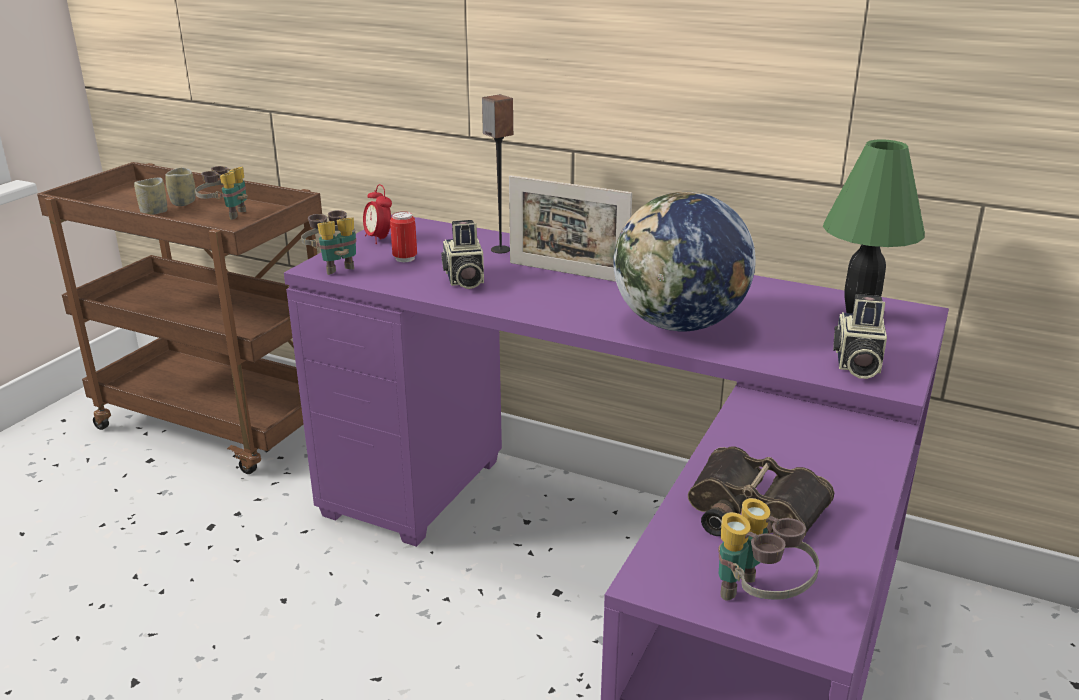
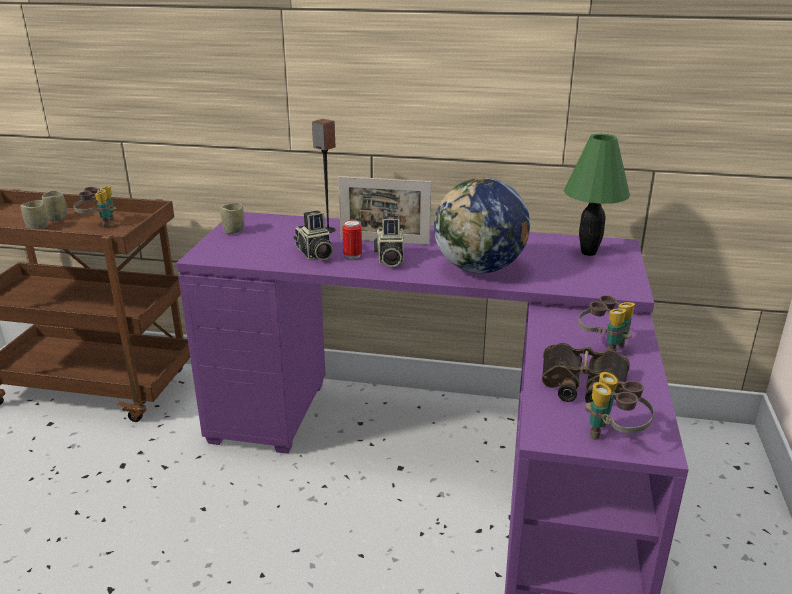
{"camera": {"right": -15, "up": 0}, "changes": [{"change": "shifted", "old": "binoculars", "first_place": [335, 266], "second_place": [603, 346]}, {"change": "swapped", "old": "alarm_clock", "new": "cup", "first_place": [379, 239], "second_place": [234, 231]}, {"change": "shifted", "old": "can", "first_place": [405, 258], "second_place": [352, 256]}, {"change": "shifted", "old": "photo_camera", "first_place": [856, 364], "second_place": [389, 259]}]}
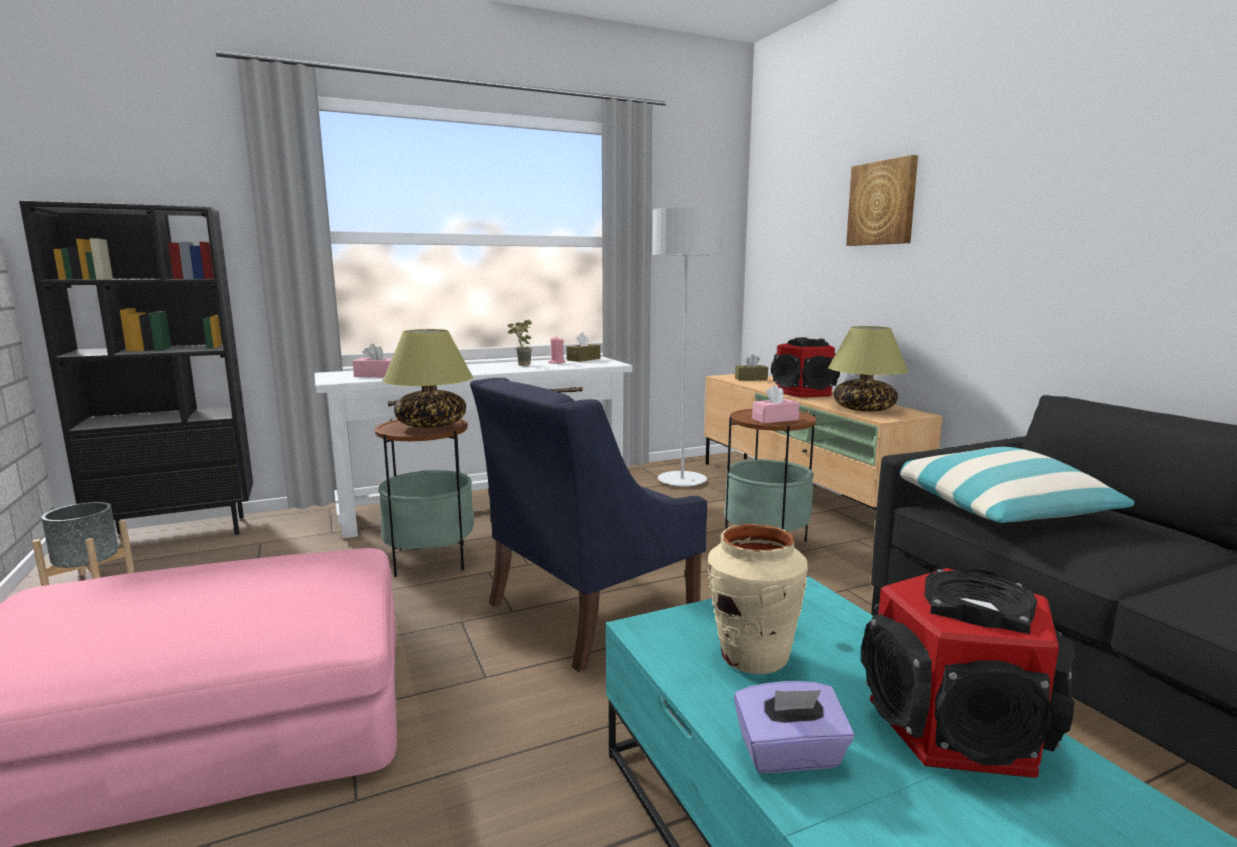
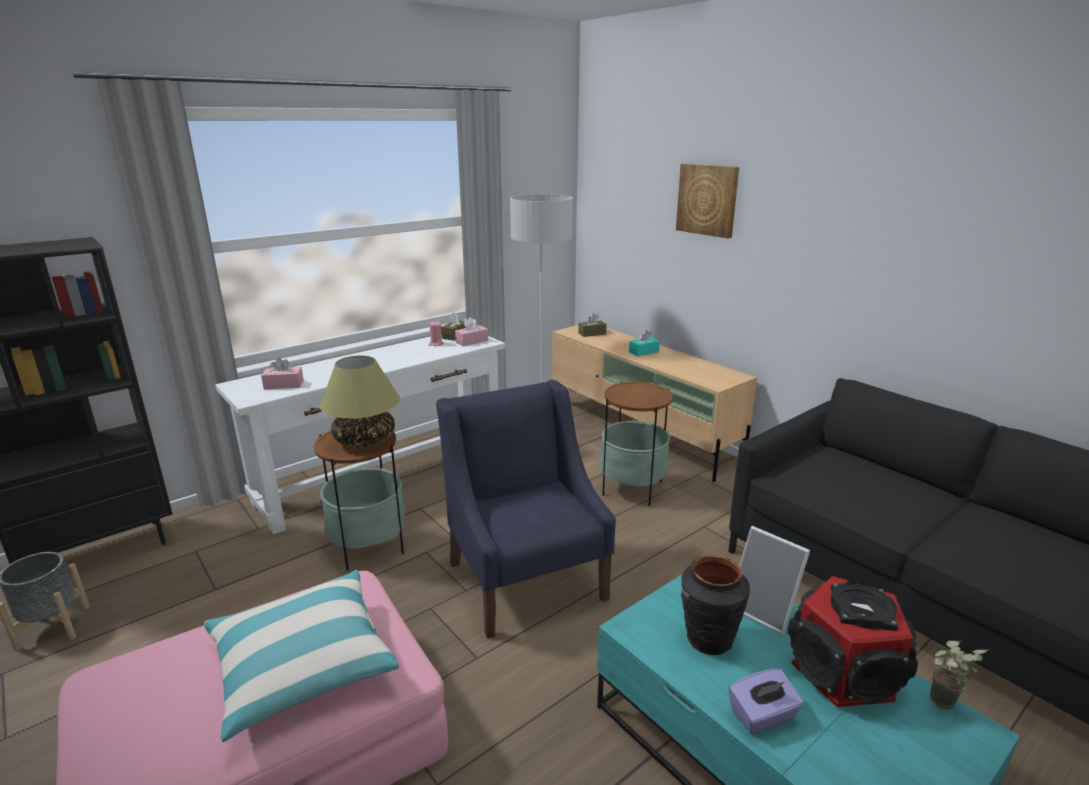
{"camera": {"right": -15, "up": 10}, "changes": [{"change": "rotated", "old": "blue_armchair", "first_place": [589, 610], "second_place": [526, 579], "degrees": 120}, {"change": "shifted", "old": "potted_plant", "first_place": [520, 365], "second_place": [940, 706]}, {"change": "repainted", "old": "beige_vase", "new": "black_vase", "first_place": [752, 656], "second_place": [708, 639]}, {"change": "shifted", "old": "pink_tissue_box", "first_place": [775, 419], "second_place": [472, 341]}, {"change": "swapped", "old": "speaker", "new": "turquoise_tissue_box", "first_place": [804, 392], "second_place": [644, 352]}, {"change": "gone", "old": "table_lamp", "first_place": [864, 409]}, {"change": "shifted", "old": "pillow", "first_place": [997, 508], "second_place": [303, 663]}, {"change": "new", "new": "picture_frame", "second_place": [764, 610]}]}
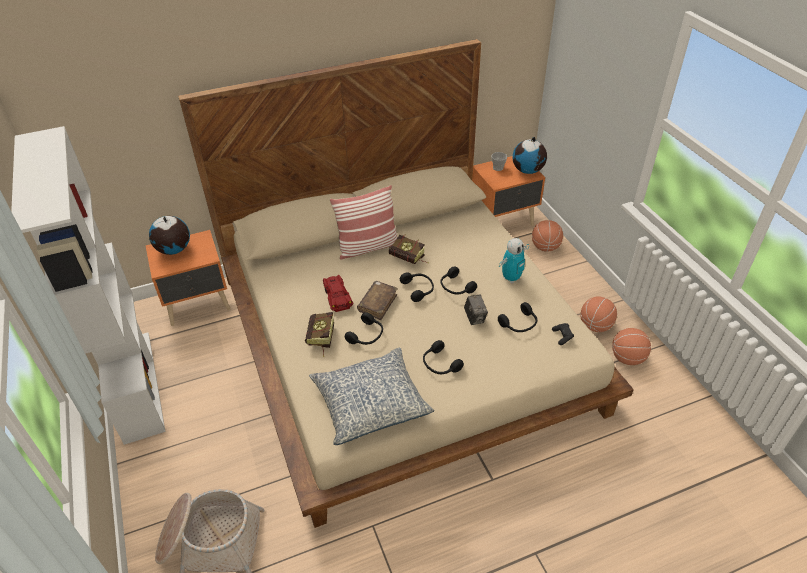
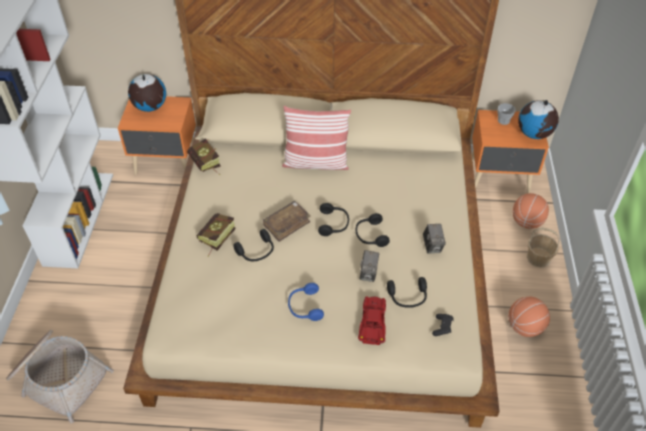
{"camera": {"right": 25, "up": 5}, "changes": [{"change": "gone", "old": "pillow", "first_place": [371, 403]}, {"change": "shifted", "old": "red_toy_car", "first_place": [337, 296], "second_place": [373, 323]}, {"change": "shifted", "old": "book", "first_place": [410, 259], "second_place": [206, 166]}, {"change": "repainted", "old": "black_headphones", "new": "blue_headphones", "first_place": [440, 364], "second_place": [304, 307]}, {"change": "swapped", "old": "toy_robot", "new": "photo_camera", "first_place": [511, 278], "second_place": [432, 246]}, {"change": "gone", "old": "basketball", "first_place": [627, 358]}, {"change": "new", "new": "basket", "second_place": [539, 258]}]}
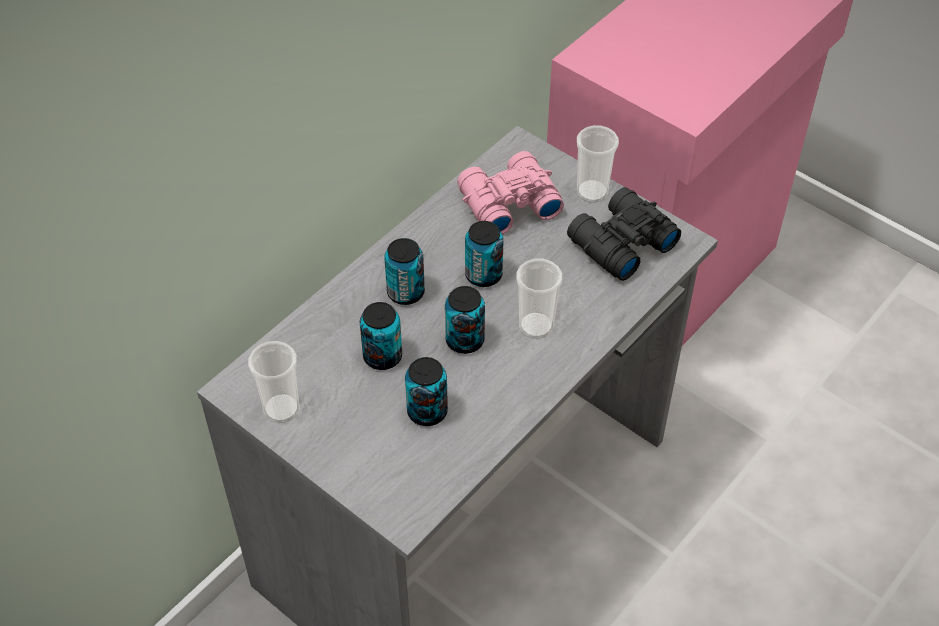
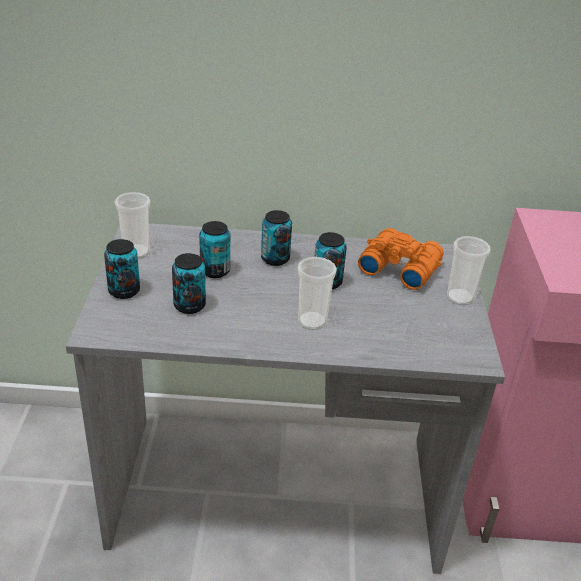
{"camera": {"right": 50, "up": -15}, "changes": [{"change": "shifted", "old": "can", "first_place": [465, 340], "second_place": [124, 291]}, {"change": "repainted", "old": "pink_binoculars", "new": "orange_binoculars", "first_place": [506, 203], "second_place": [398, 267]}, {"change": "gone", "old": "black_binoculars", "first_place": [619, 243]}]}
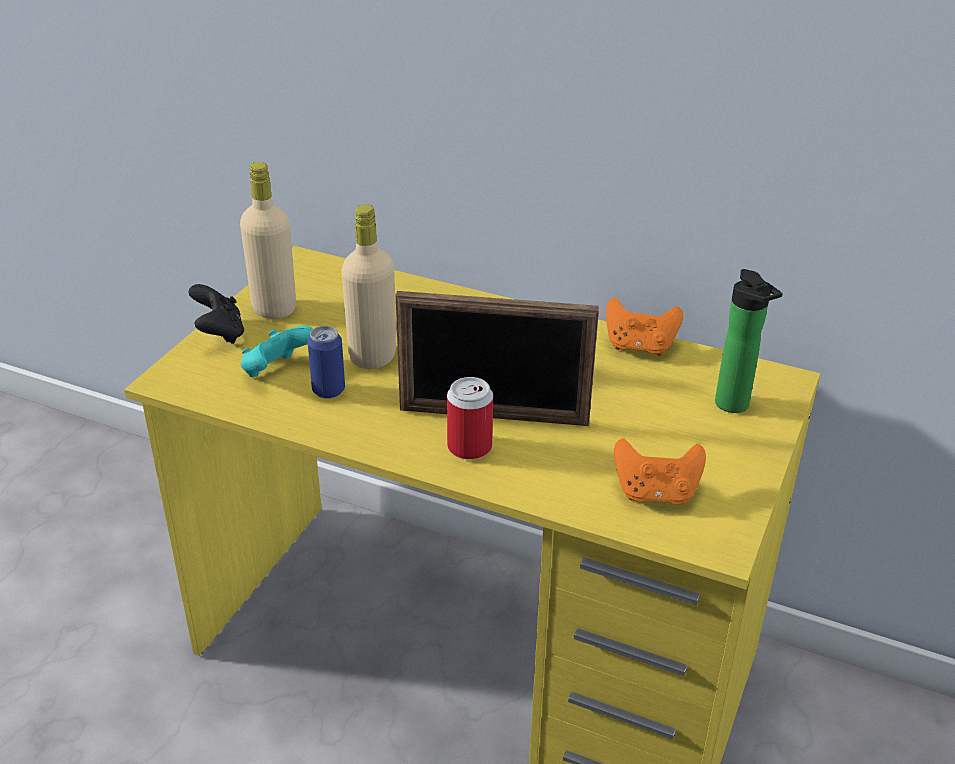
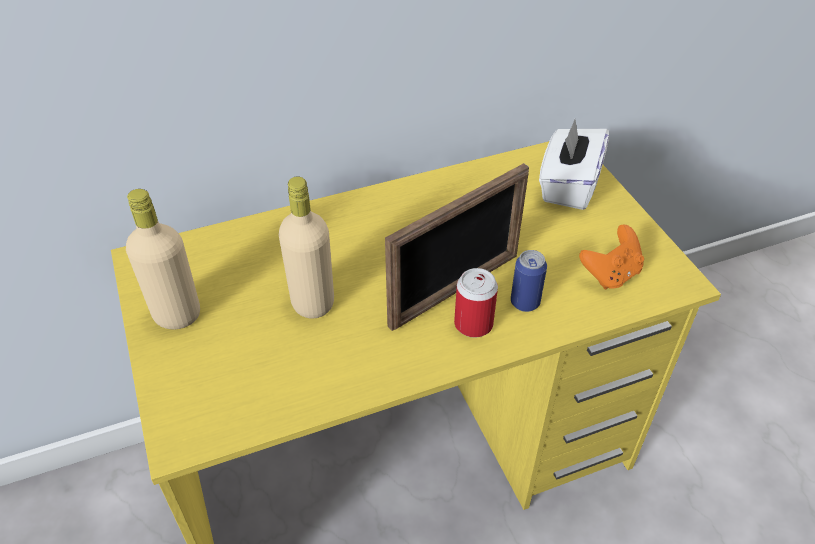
{"camera": {"right": -45, "up": 10}, "changes": [{"change": "gone", "old": "black_game_controller", "first_place": [219, 334]}, {"change": "gone", "old": "turquoise_game_controller", "first_place": [276, 371]}, {"change": "shifted", "old": "can", "first_place": [328, 390], "second_place": [525, 302]}, {"change": "gone", "old": "orange_game_controller", "first_place": [639, 346]}, {"change": "swapped", "old": "bottle", "new": "white_tissue_box", "first_place": [735, 406], "second_place": [568, 185]}]}
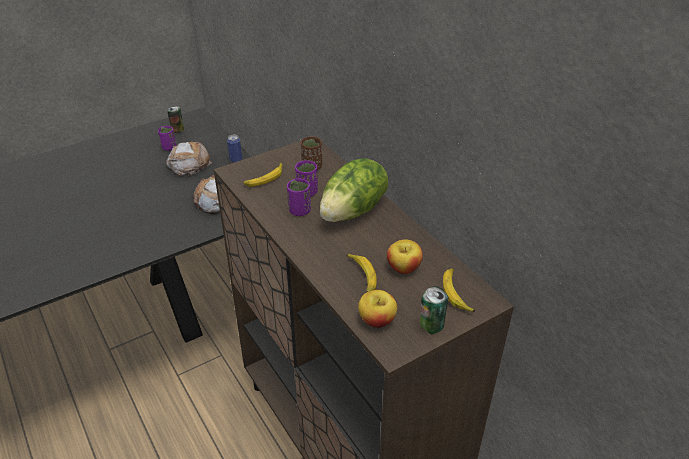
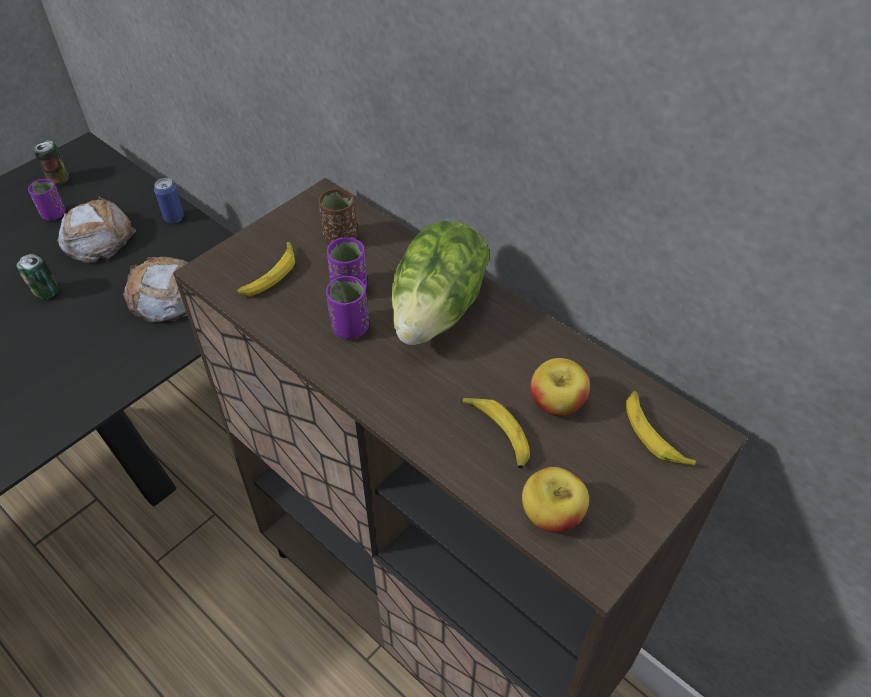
{"camera": {"right": -15, "up": 10}, "changes": [{"change": "shifted", "old": "can", "first_place": [431, 326], "second_place": [46, 293]}]}
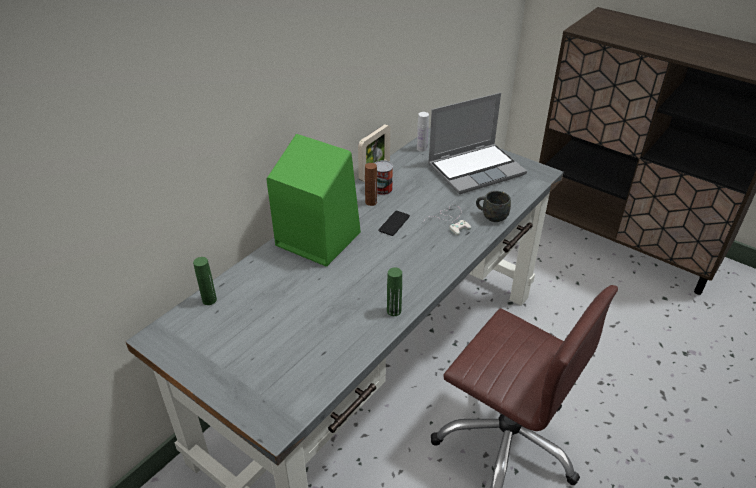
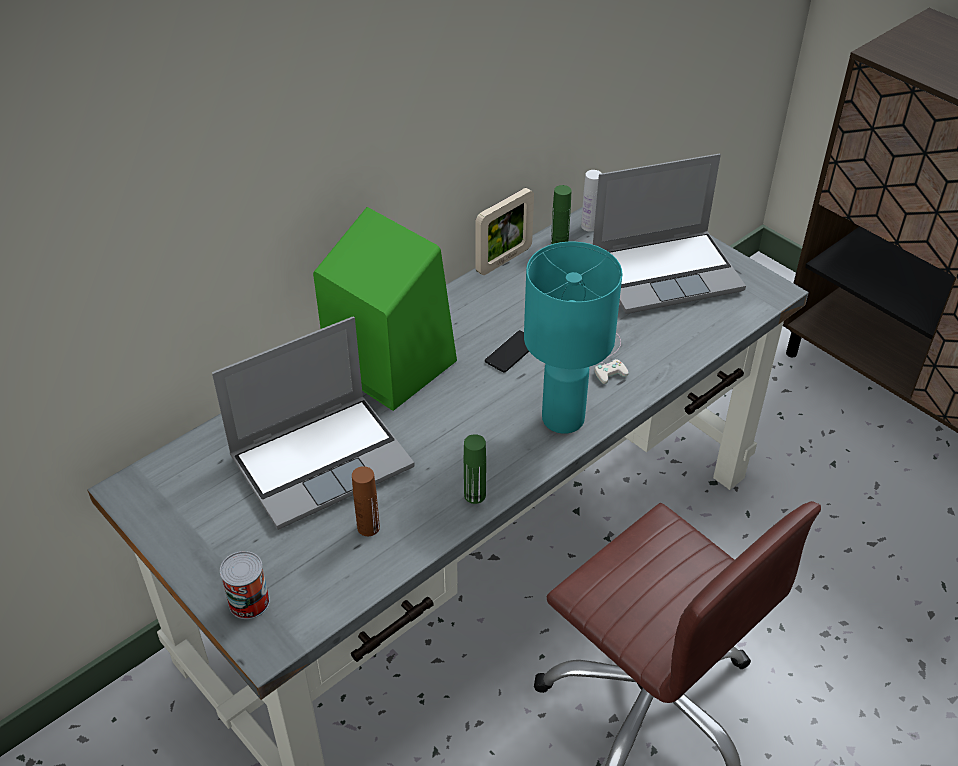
{"camera": {"right": 10, "up": 5}, "changes": [{"change": "shifted", "old": "green_bottle", "first_place": [209, 300], "second_place": [559, 242]}, {"change": "shifted", "old": "brown_bottle", "first_place": [371, 202], "second_place": [368, 527]}, {"change": "shifted", "old": "can", "first_place": [382, 189], "second_place": [249, 602]}, {"change": "gone", "old": "grey_mug", "first_place": [491, 216]}, {"change": "new", "new": "laptop", "second_place": [322, 460]}, {"change": "new", "new": "turquoise_table_lamp", "second_place": [563, 419]}]}
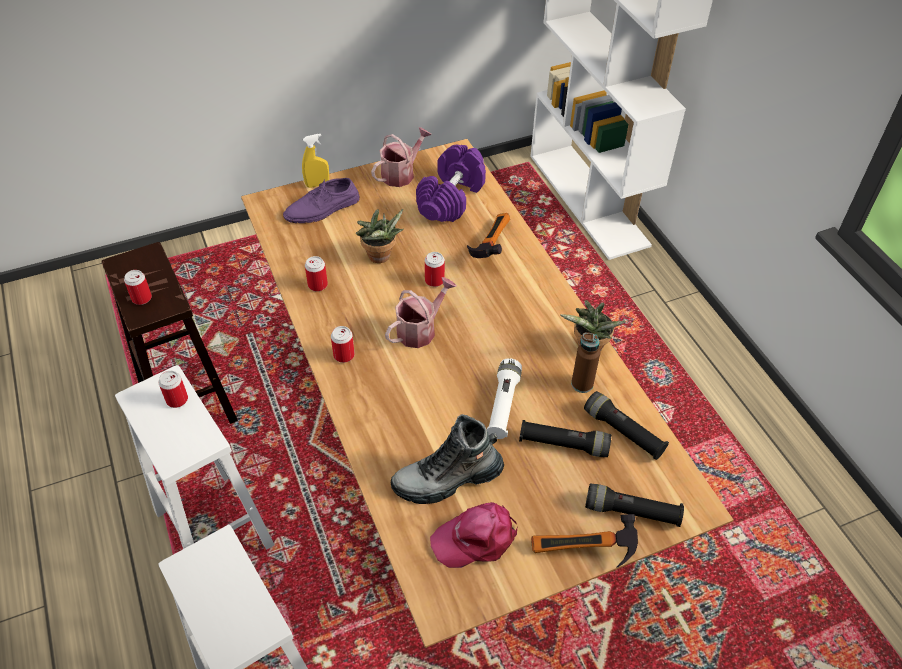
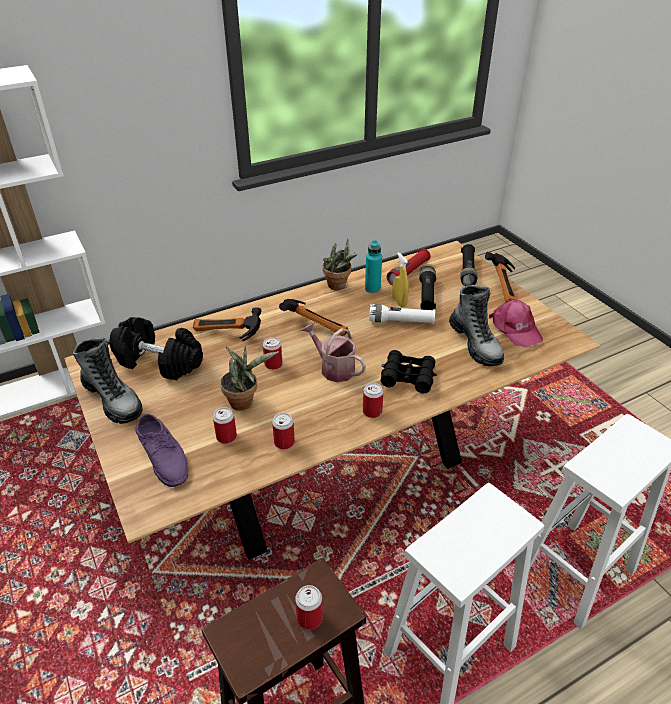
{"camera": {"right": -95, "up": -10}, "changes": [{"change": "shifted", "old": "can", "first_place": [177, 399], "second_place": [226, 437]}, {"change": "shifted", "old": "yellow_spray_bottle", "first_place": [317, 184], "second_place": [399, 302]}, {"change": "swapped", "old": "watering_can", "new": "boot", "first_place": [401, 173], "second_place": [113, 399]}, {"change": "repainted", "old": "purple_dumbbell", "new": "black_dumbbell", "first_place": [451, 198], "second_place": [159, 362]}, {"change": "repainted", "old": "brown_bottle", "new": "turquoise_bottle", "first_place": [582, 384], "second_place": [372, 288]}, {"change": "repainted", "old": "black_flashlight", "new": "red_flashlight", "first_place": [623, 432], "second_place": [408, 273]}, {"change": "new", "new": "hammer", "second_place": [316, 325]}, {"change": "new", "new": "black_binoculars", "second_place": [408, 377]}]}
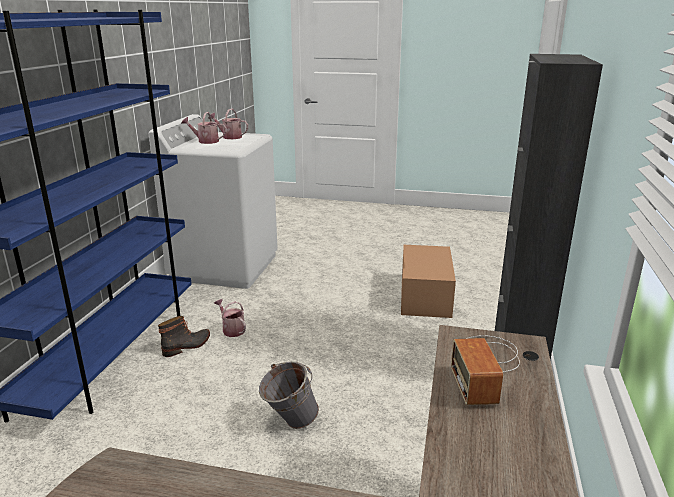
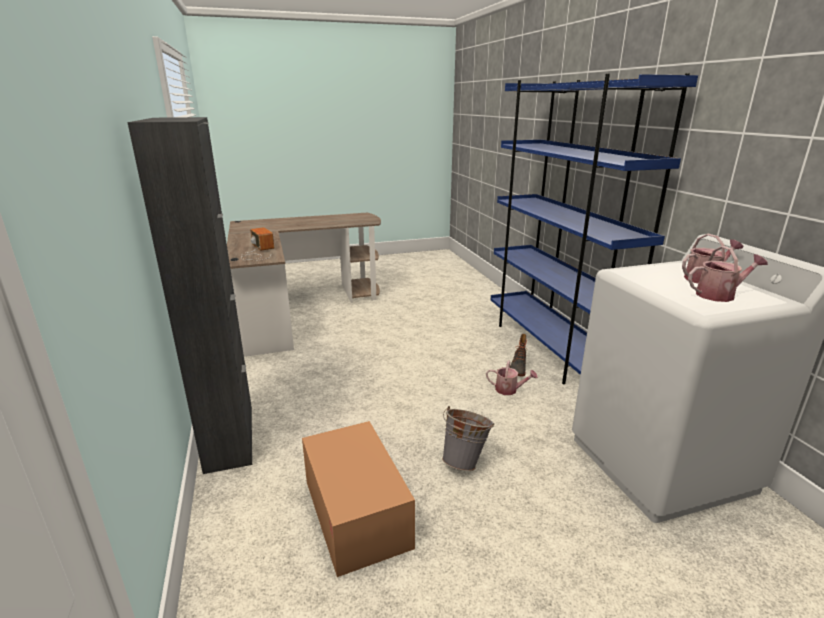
{"camera": {"right": 150, "up": 0}, "changes": [{"change": "shifted", "old": "grey_bucket", "first_place": [289, 423], "second_place": [465, 461]}]}
